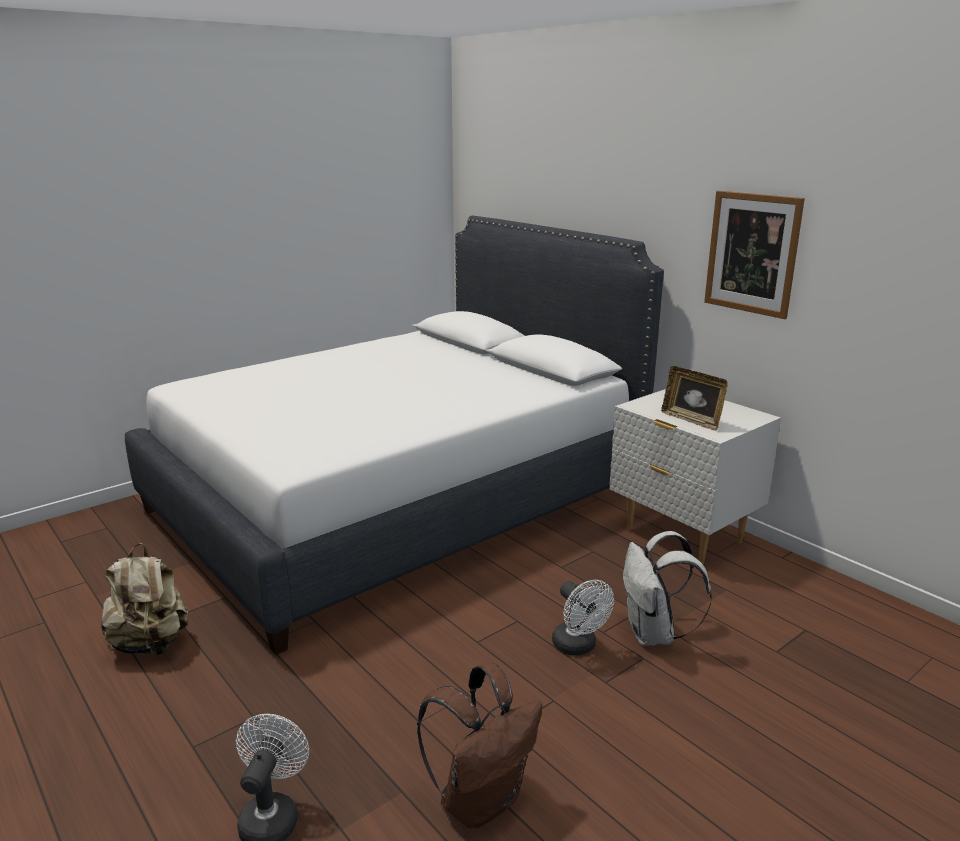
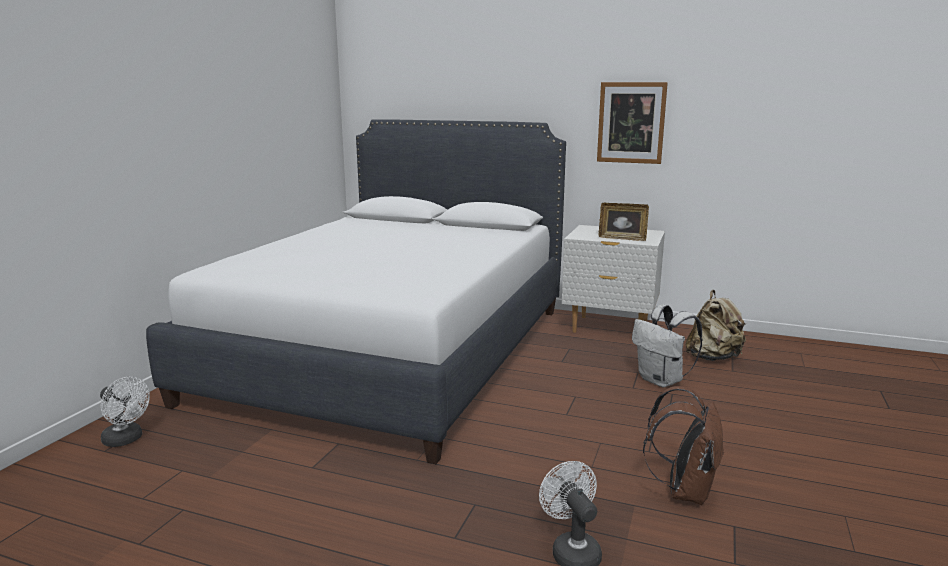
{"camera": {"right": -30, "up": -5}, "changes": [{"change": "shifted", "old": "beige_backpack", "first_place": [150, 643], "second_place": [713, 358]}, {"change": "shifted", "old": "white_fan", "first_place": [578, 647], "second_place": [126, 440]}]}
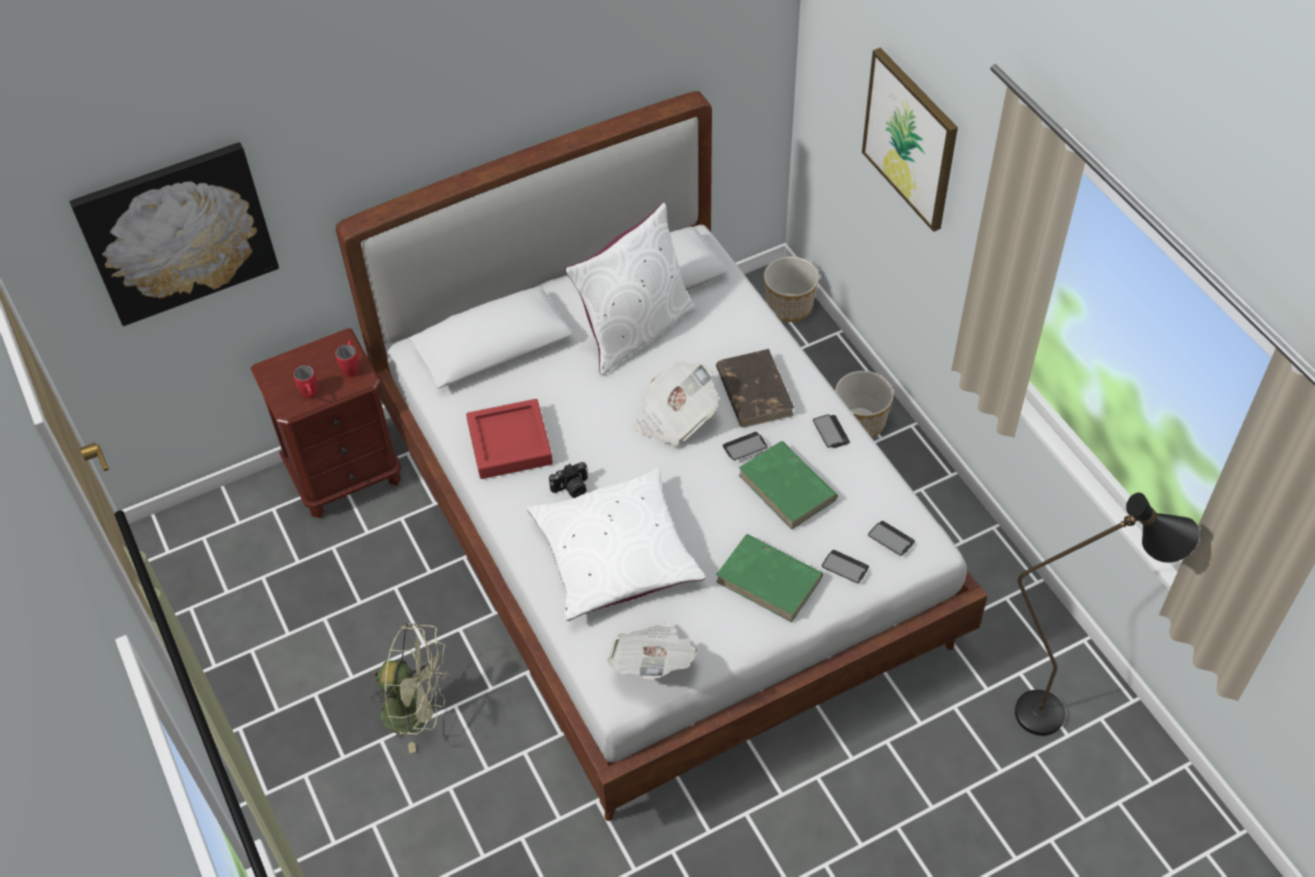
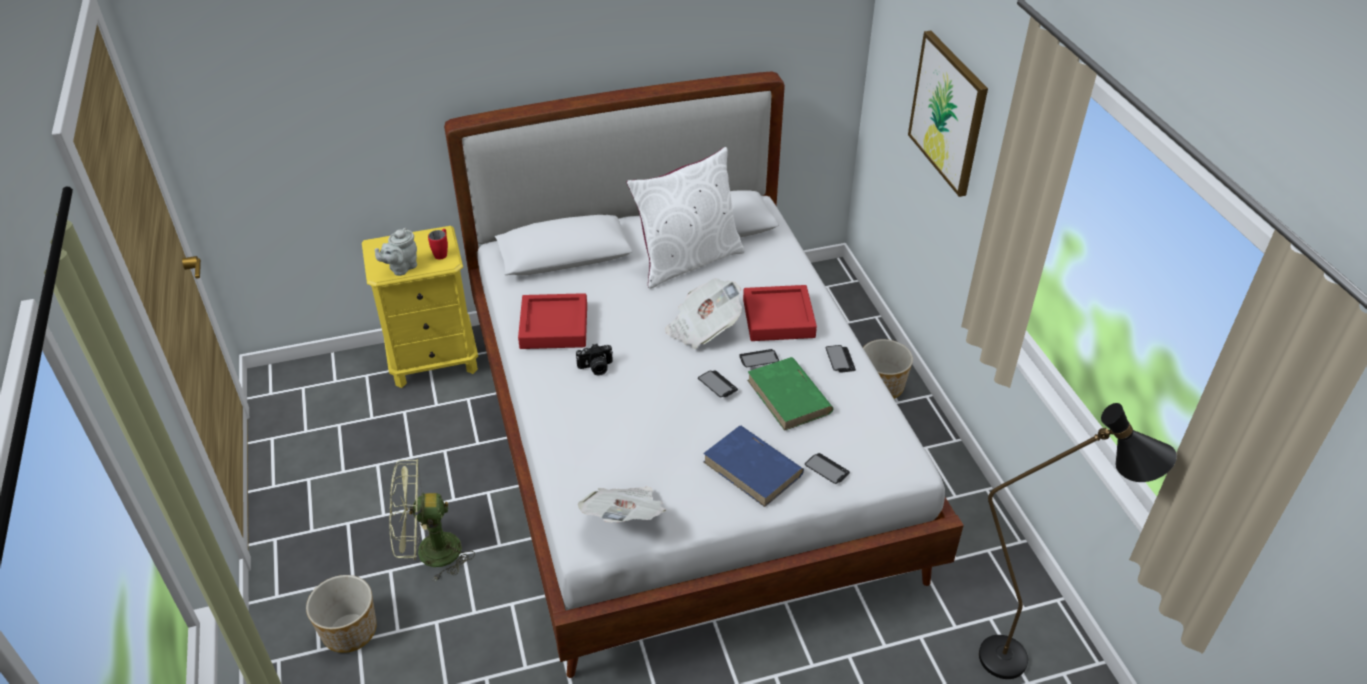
{"camera": {"right": 10, "up": -10}, "changes": [{"change": "gone", "old": "picture", "first_place": [178, 232]}, {"change": "repainted", "old": "brown_nightstand", "new": "yellow_nightstand", "first_place": [346, 475], "second_place": [434, 360]}, {"change": "swapped", "old": "red_mug", "new": "grey_teapot", "first_place": [311, 396], "second_place": [401, 268]}, {"change": "rotated", "old": "green_fan", "first_place": [417, 712], "second_place": [429, 553], "degrees": 150}, {"change": "gone", "old": "white_pillow", "first_place": [615, 554]}, {"change": "swapped", "old": "brown_book", "new": "red_tray", "first_place": [754, 391], "second_place": [778, 318]}, {"change": "repainted", "old": "green_book", "new": "blue_book", "first_place": [770, 580], "second_place": [753, 469]}, {"change": "shifted", "old": "planter", "first_place": [789, 306], "second_place": [350, 630]}, {"change": "shifted", "old": "phone", "first_place": [891, 539], "second_place": [717, 385]}]}
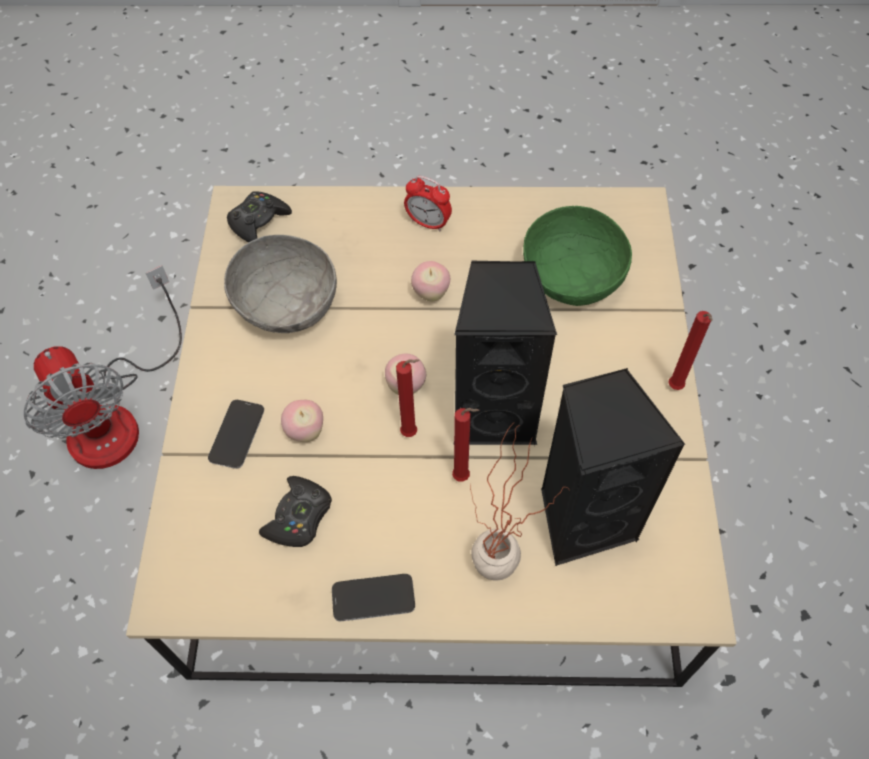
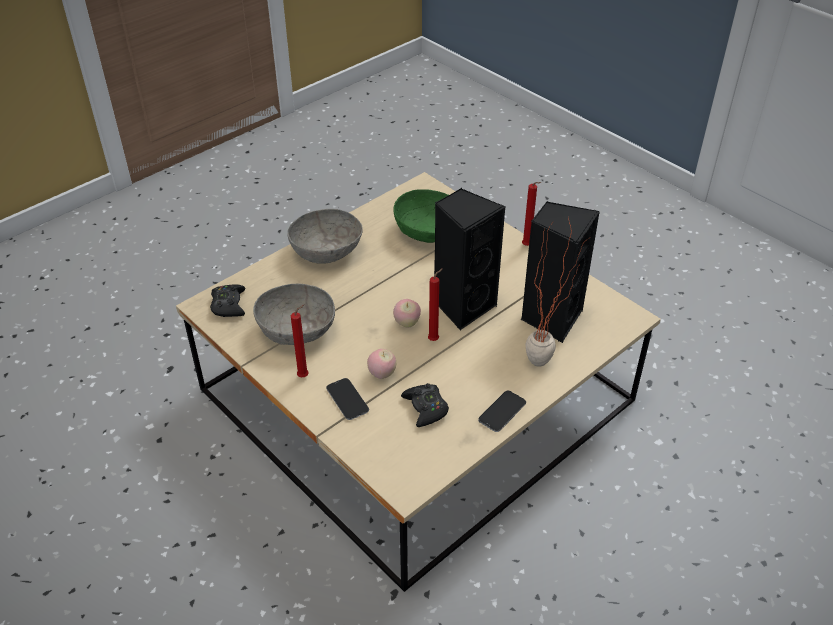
{"camera": {"right": -45, "up": -15}, "changes": [{"change": "gone", "old": "fan", "first_place": [117, 414]}, {"change": "swapped", "old": "alarm_clock", "new": "grey_bowl", "first_place": [428, 223], "second_place": [327, 251]}, {"change": "gone", "old": "apple", "first_place": [431, 293]}, {"change": "shifted", "old": "red_candle", "first_place": [463, 477], "second_place": [305, 376]}]}
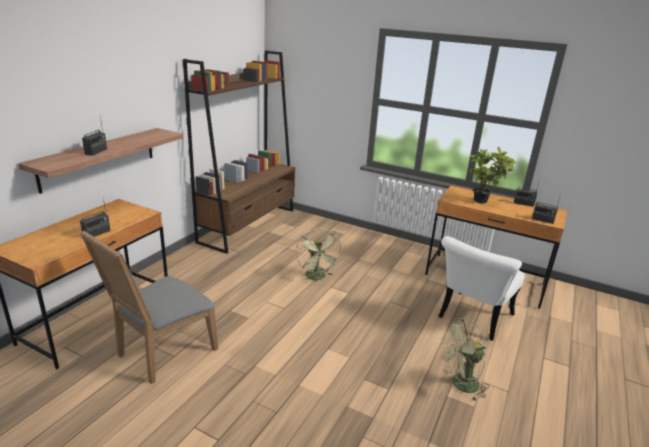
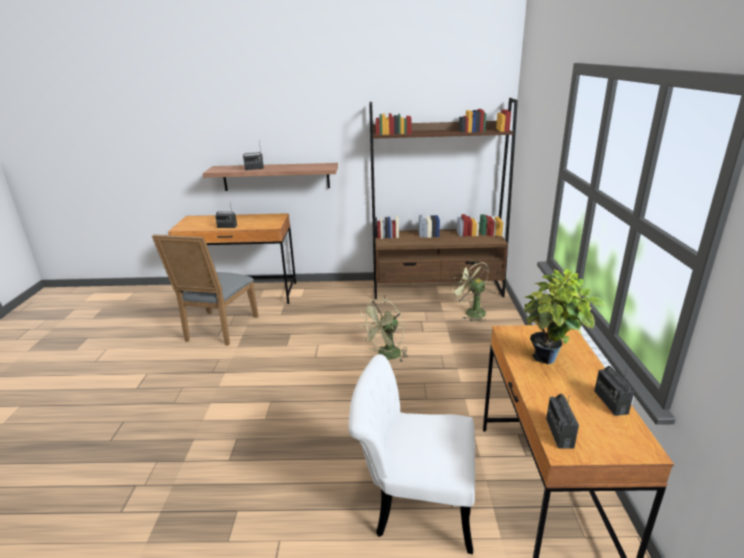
{"camera": {"right": 65, "up": 0}, "changes": [{"change": "rotated", "old": "grey_chair", "first_place": [162, 353], "second_place": [218, 330], "degrees": -90}, {"change": "shifted", "old": "green_fan", "first_place": [459, 385], "second_place": [471, 312]}]}
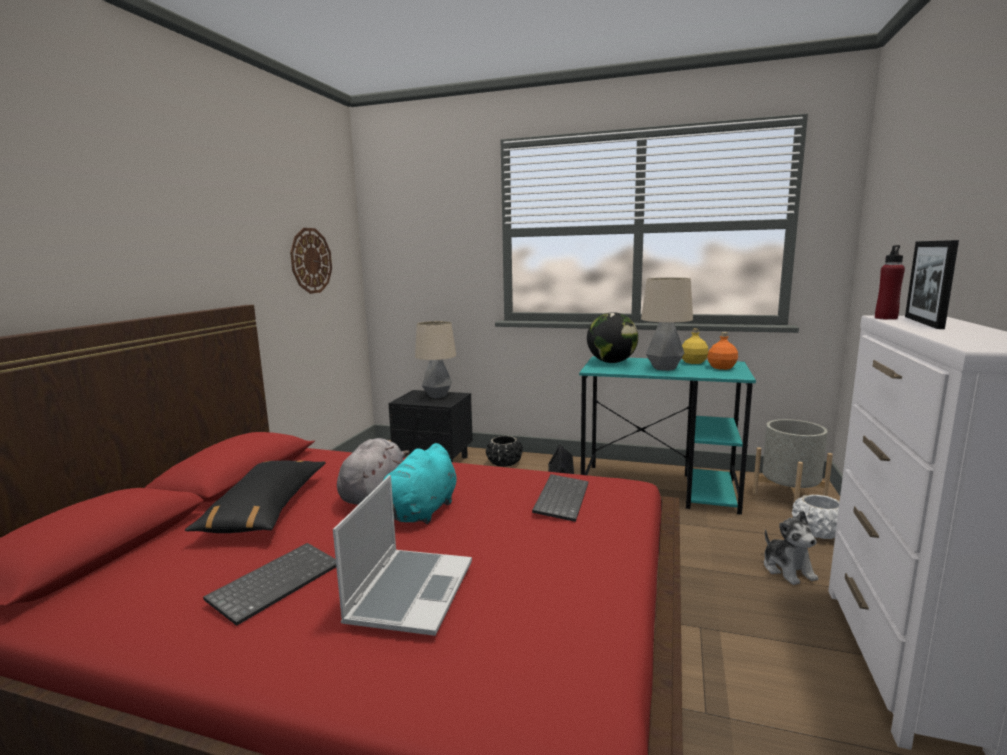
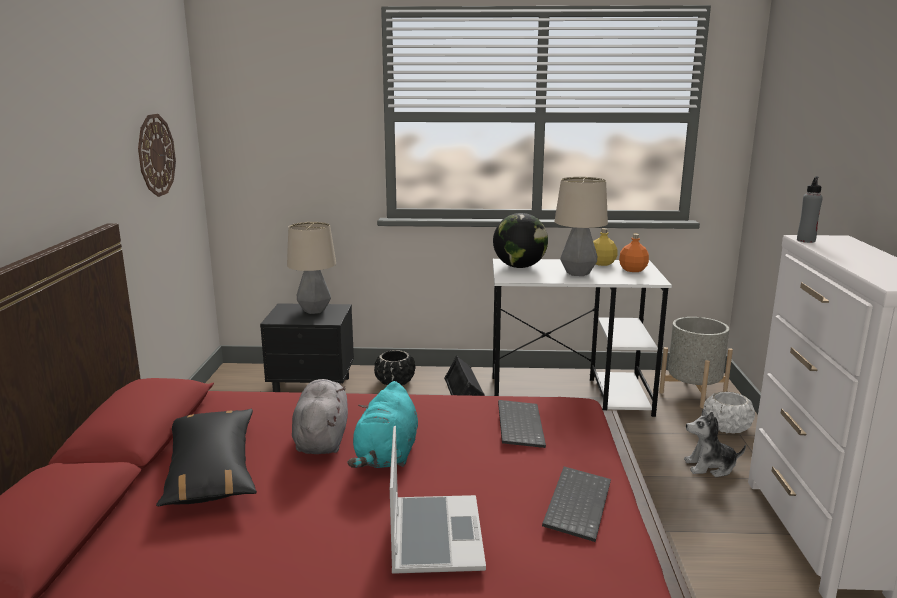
{"camera": {"right": -15, "up": 5}, "changes": [{"change": "shifted", "old": "keyboard", "first_place": [276, 582], "second_place": [576, 503]}, {"change": "repainted", "old": "turquoise_desk", "new": "white_desk", "first_place": [660, 488], "second_place": [570, 396]}, {"change": "rotated", "old": "plush_toy", "first_place": [787, 570], "second_place": [710, 467], "degrees": 120}, {"change": "repainted", "old": "red_bottle", "new": "grey_bottle", "first_place": [886, 318], "second_place": [806, 240]}, {"change": "gone", "old": "picture_frame", "first_place": [923, 322]}]}
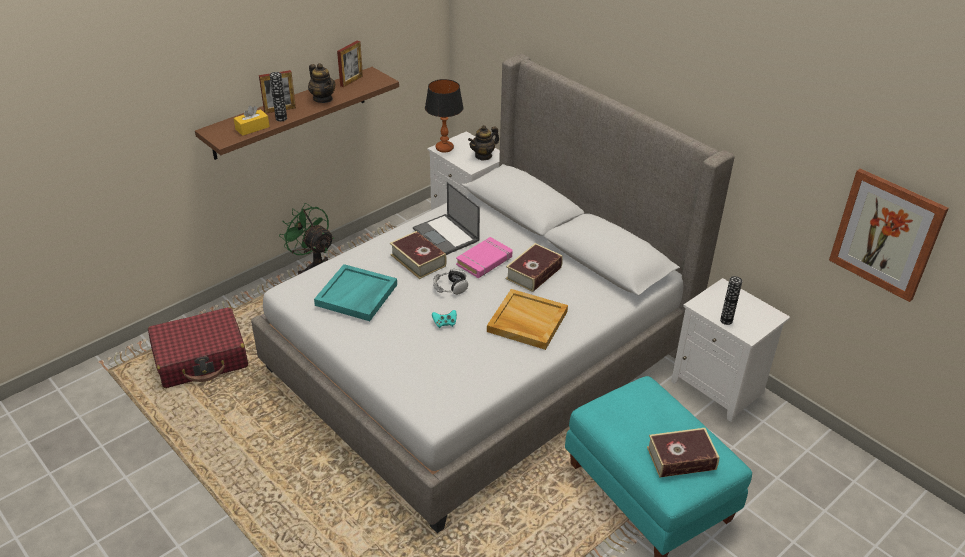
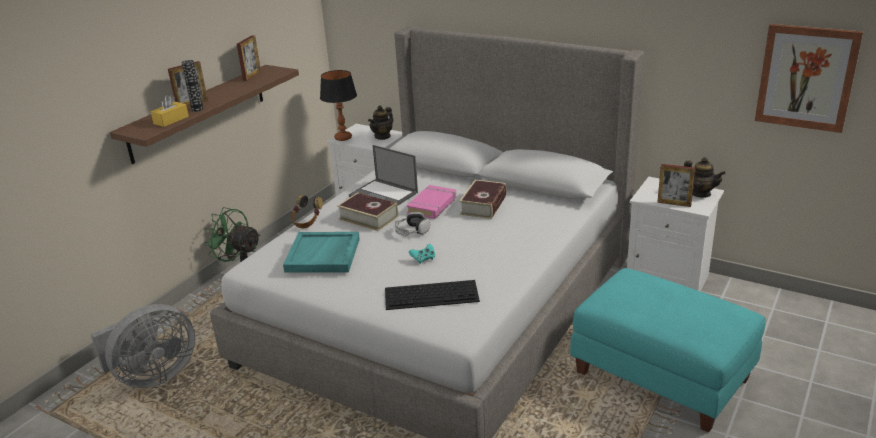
{"camera": {"right": -15, "up": -10}, "changes": [{"change": "swapped", "old": "red_suitcase", "new": "grey_fan", "first_place": [201, 358], "second_place": [153, 376]}, {"change": "shifted", "old": "teapot", "first_place": [323, 99], "second_place": [700, 193]}, {"change": "gone", "old": "beige_tray", "first_place": [526, 321]}, {"change": "gone", "old": "book", "first_place": [681, 458]}, {"change": "swapped", "old": "vase", "new": "picture_frame", "first_place": [726, 320], "second_place": [674, 203]}, {"change": "new", "new": "headphones", "second_place": [307, 222]}, {"change": "new", "new": "keyboard", "second_place": [432, 294]}]}
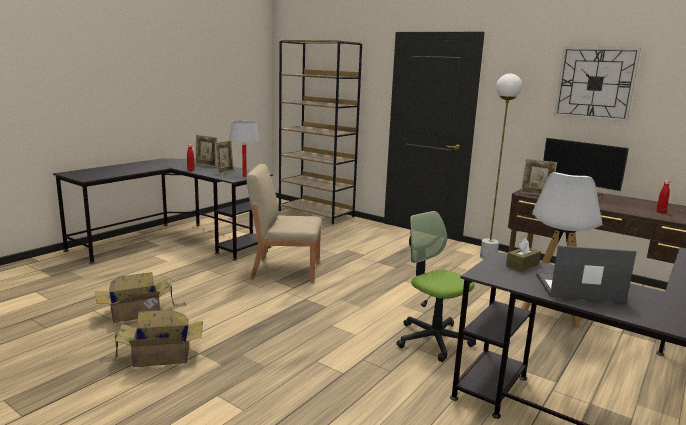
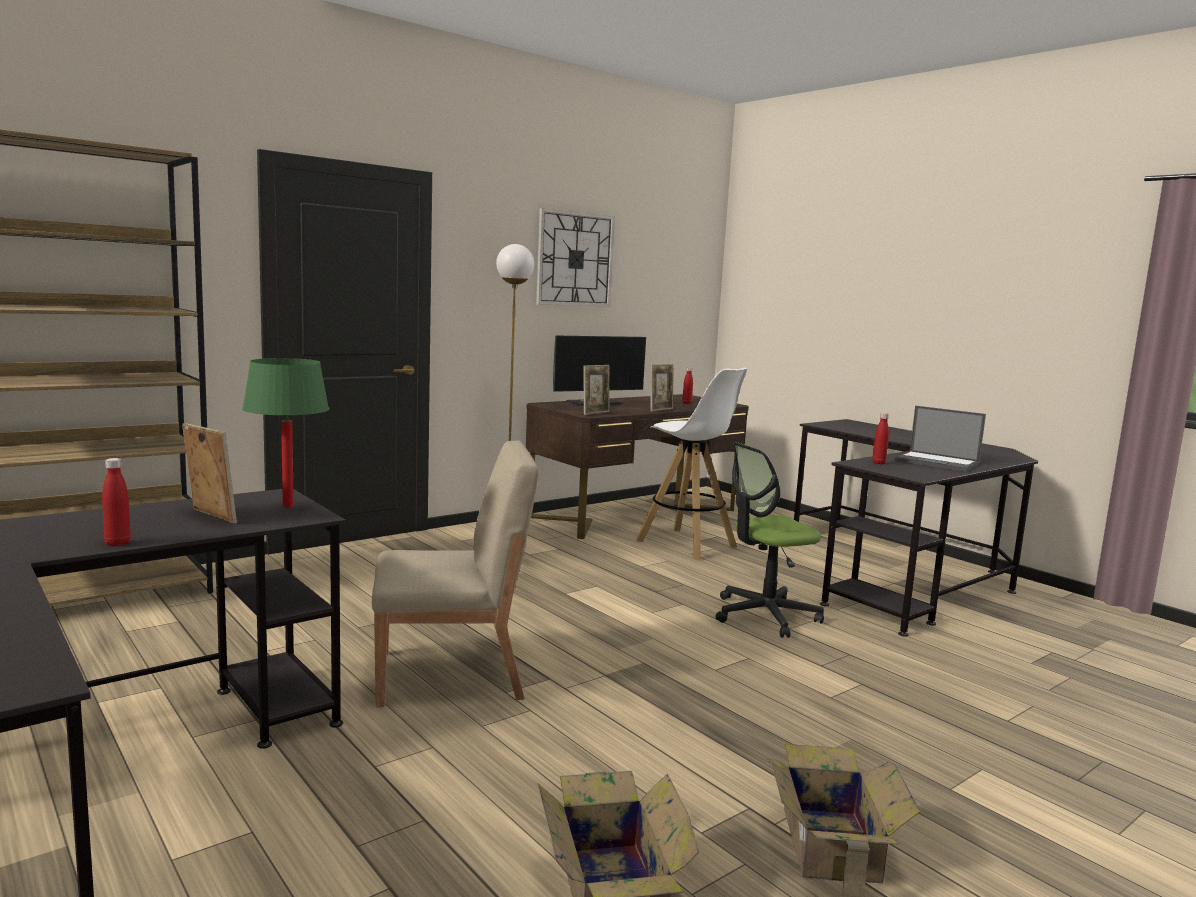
{"camera": {"right": -75, "up": -5}, "changes": [{"change": "shifted", "old": "picture_frame", "first_place": [206, 165], "second_place": [660, 410]}, {"change": "repainted", "old": "white_table_lamp", "new": "green_table_lamp", "first_place": [244, 176], "second_place": [288, 506]}, {"change": "rotated", "old": "beige_chair", "first_place": [285, 270], "second_place": [451, 675], "degrees": -120}, {"change": "swapped", "old": "brown_tissue_box", "new": "red_bottle", "first_place": [522, 265], "second_place": [878, 463]}, {"change": "rotated", "old": "laptop", "first_place": [577, 288], "second_place": [937, 462], "degrees": -75}]}
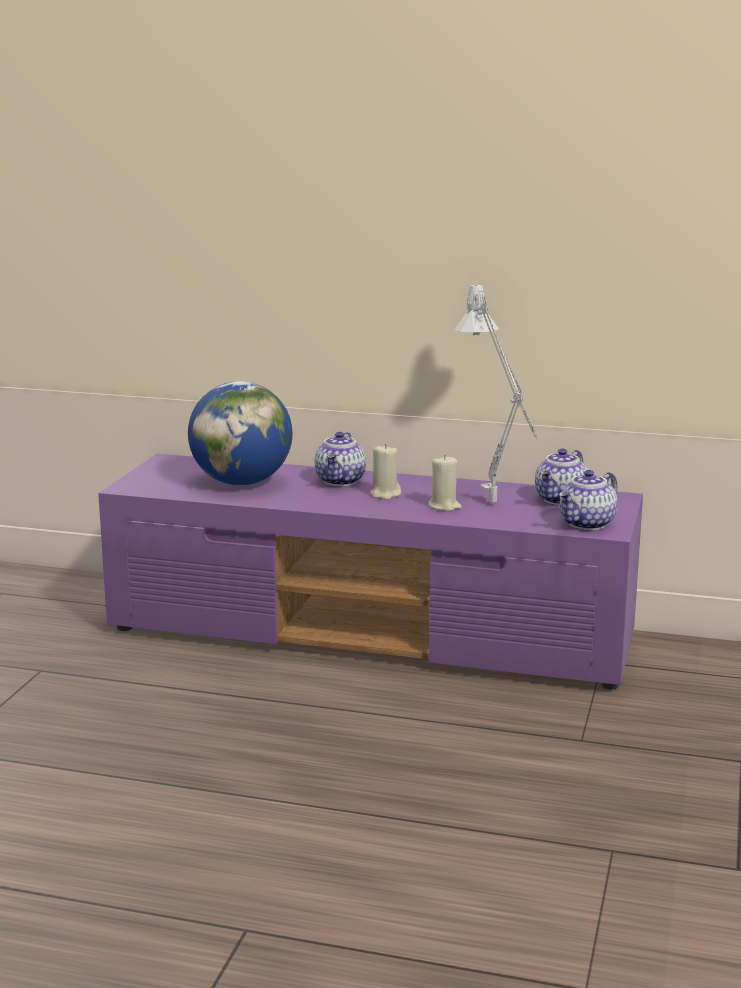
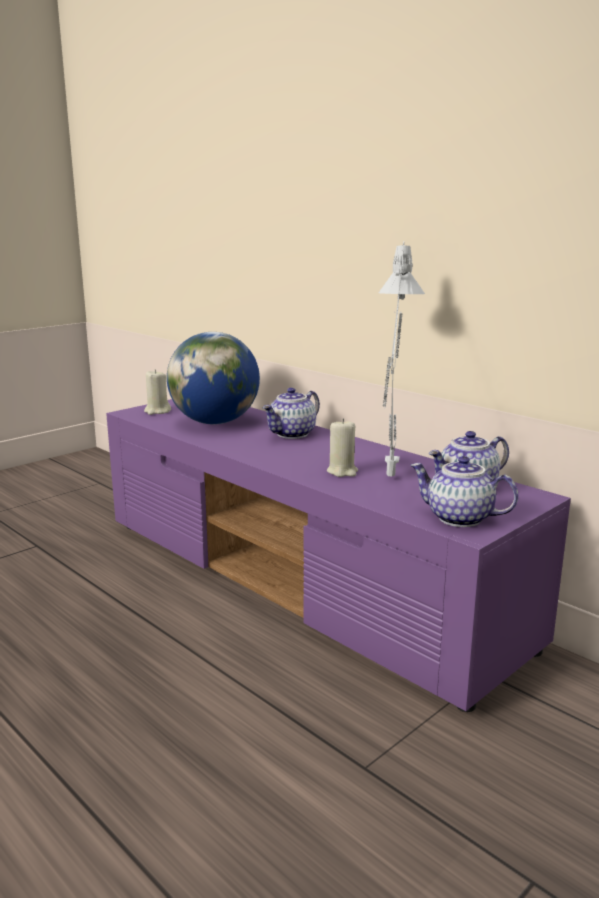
{"camera": {"right": 30, "up": 0}, "changes": [{"change": "shifted", "old": "beige_candle", "first_place": [385, 494], "second_place": [157, 411]}, {"change": "rotated", "old": "teapot", "first_place": [588, 524], "second_place": [458, 519], "degrees": 45}]}
